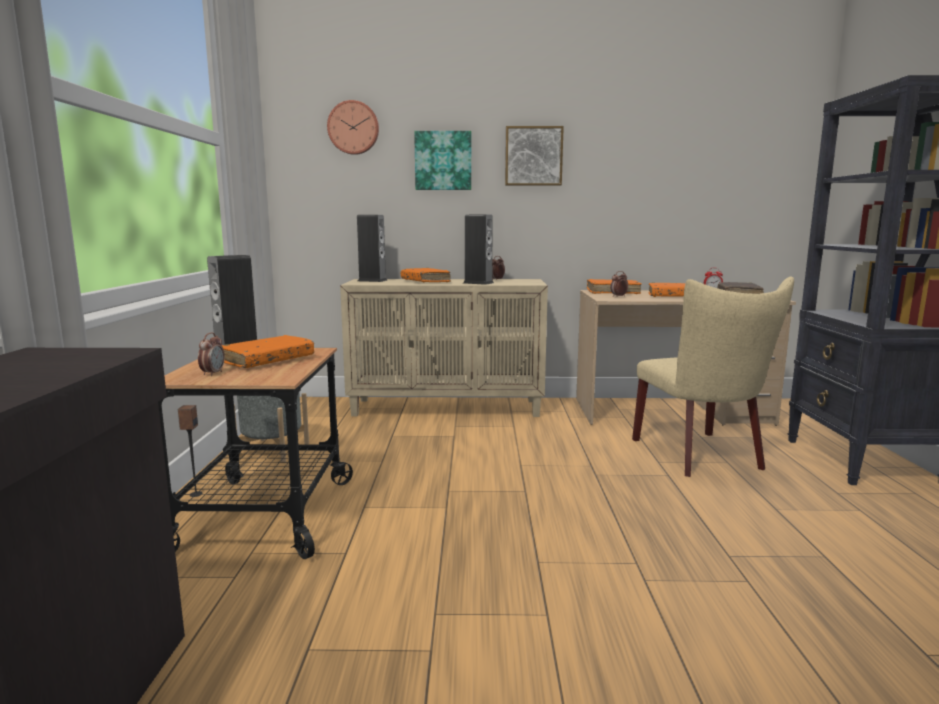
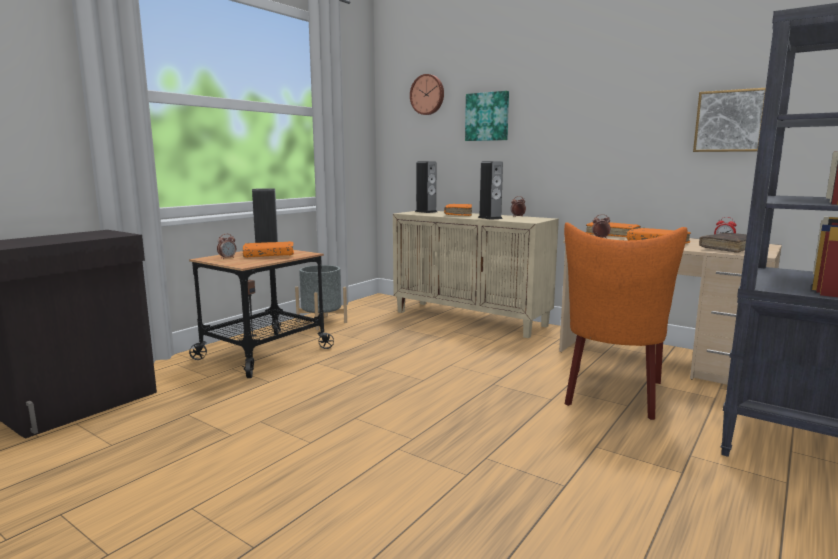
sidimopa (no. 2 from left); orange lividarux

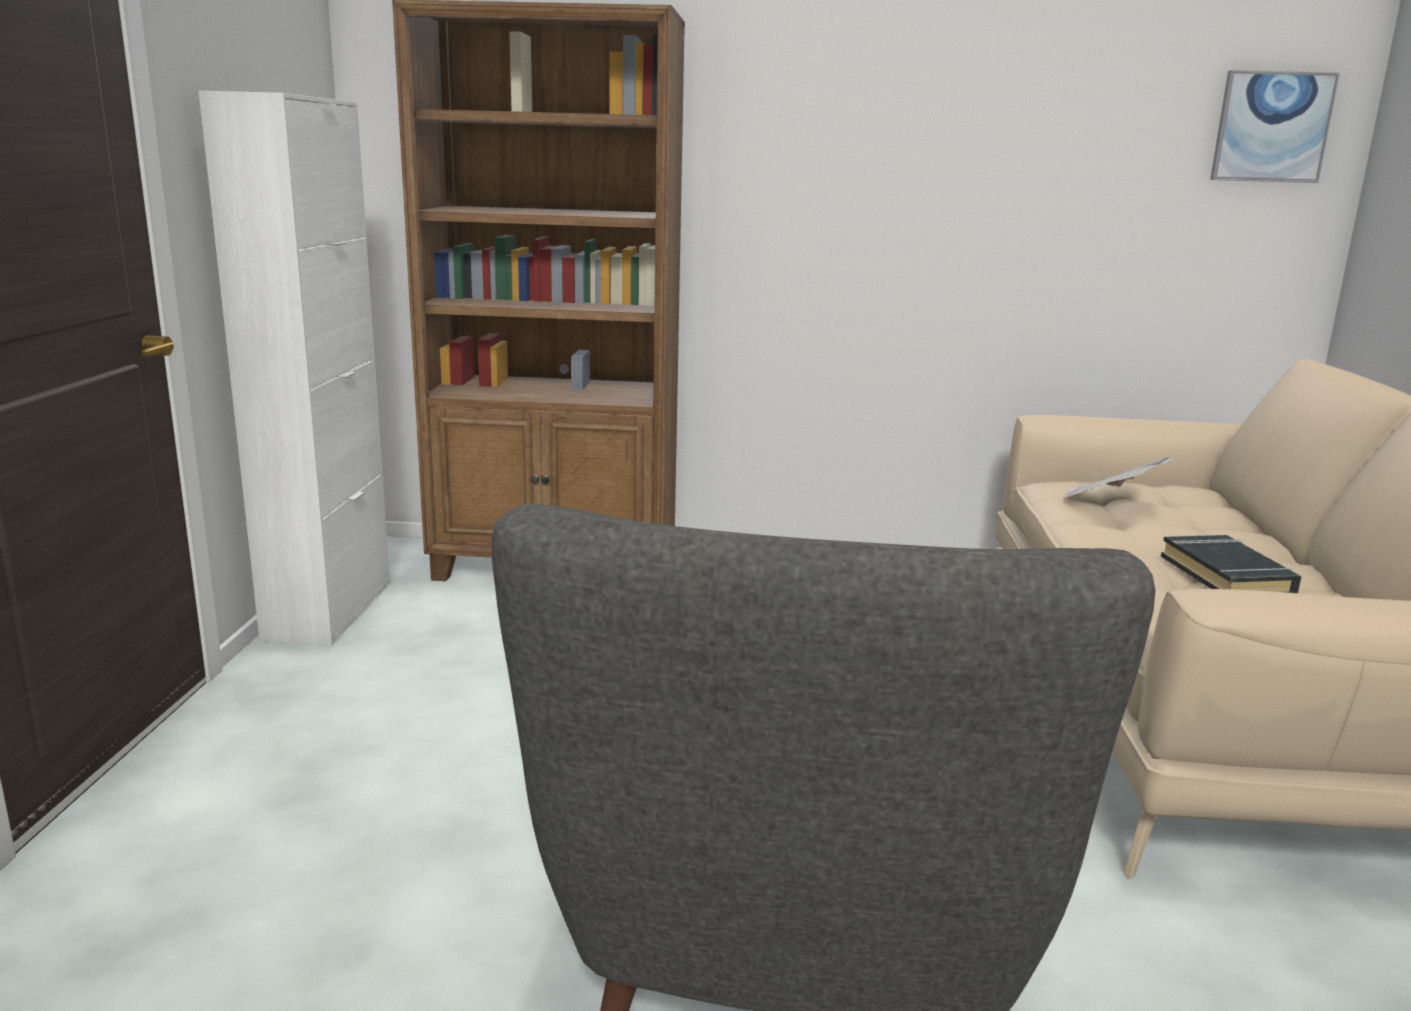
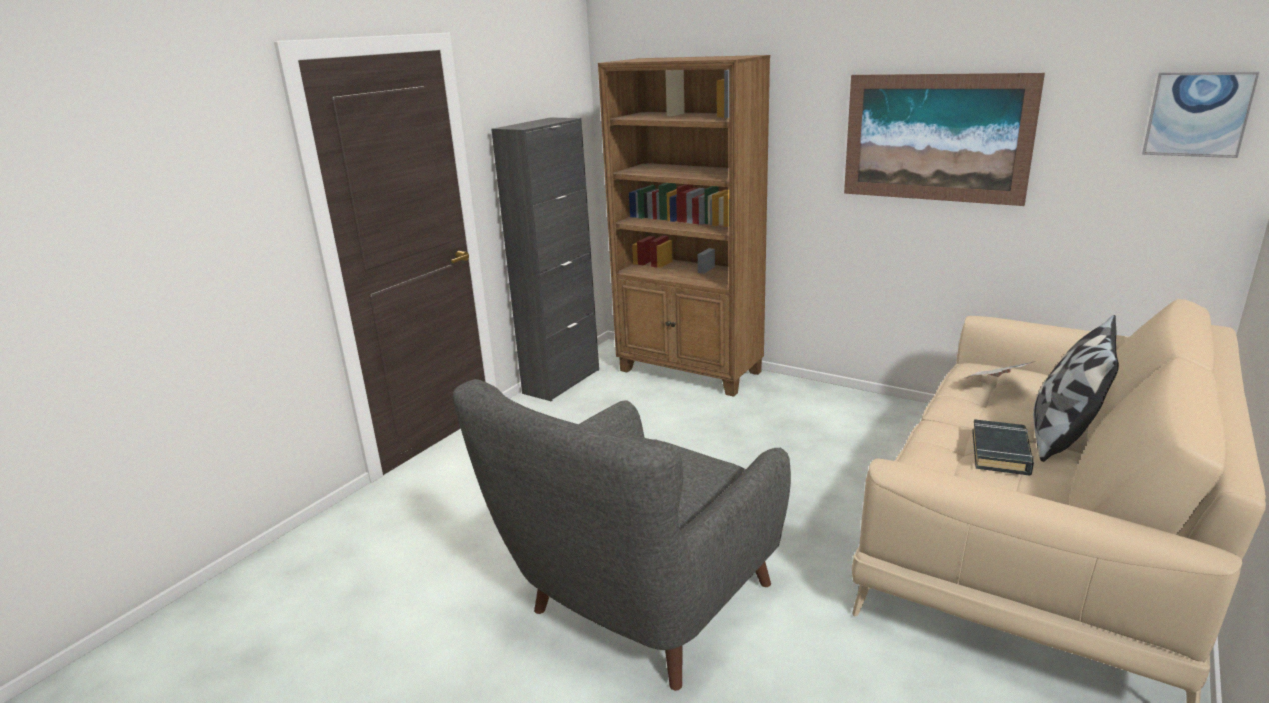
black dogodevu; sidimopa (no. 1 from left); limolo

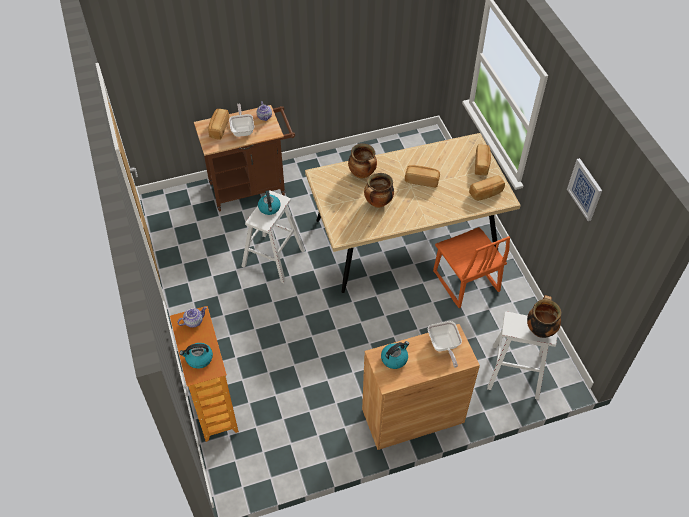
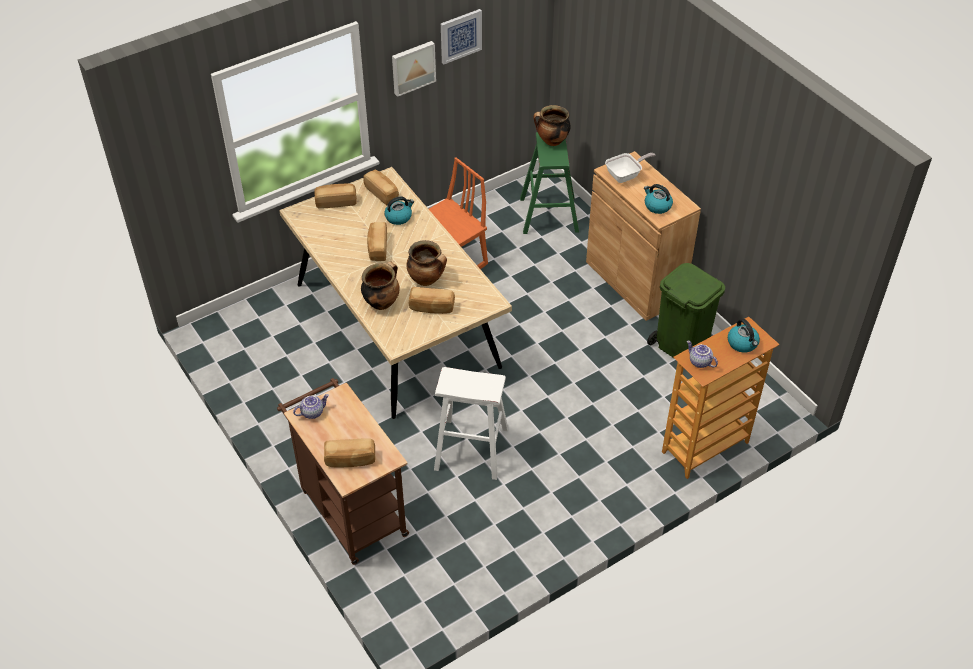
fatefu (no. 1 from left in the first image); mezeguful (no. 1 from left); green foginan; sidimopa (no. 1 from left); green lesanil; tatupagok (no. 5 from left)

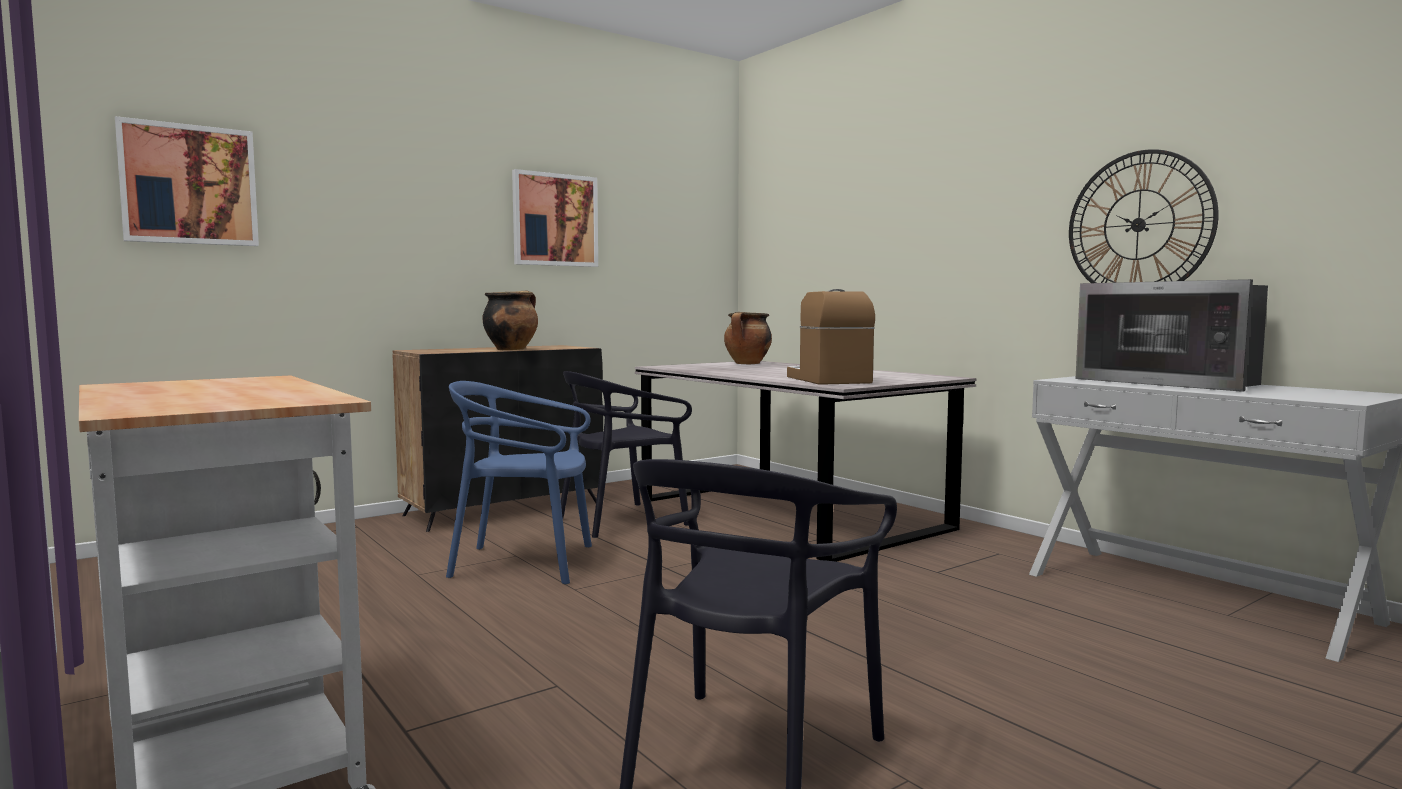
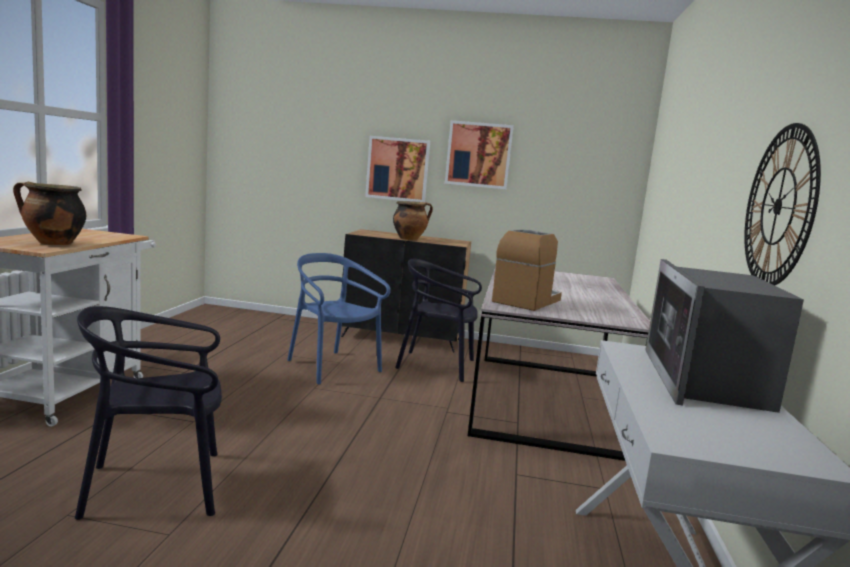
sidimopa (no. 1 from left); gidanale (no. 1 from left)

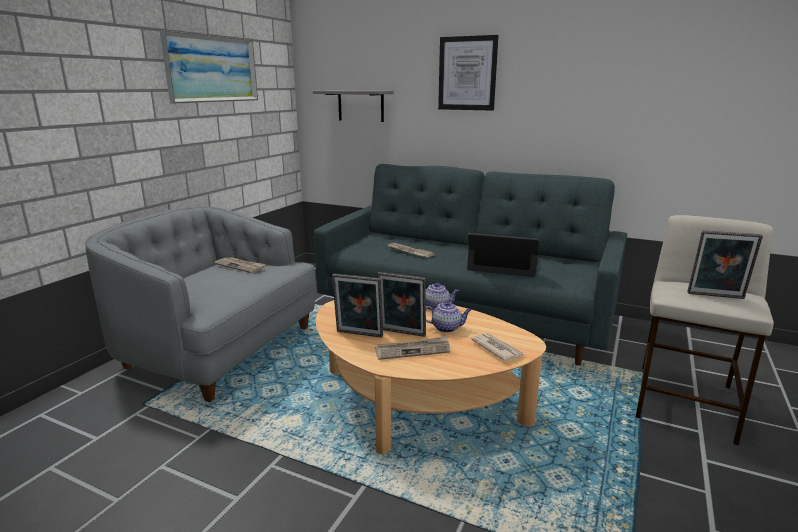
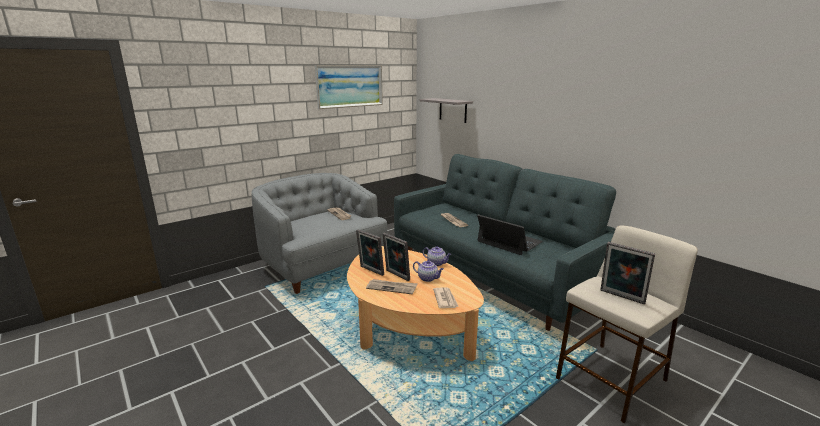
sidimopa (no. 2 from left in the first image)

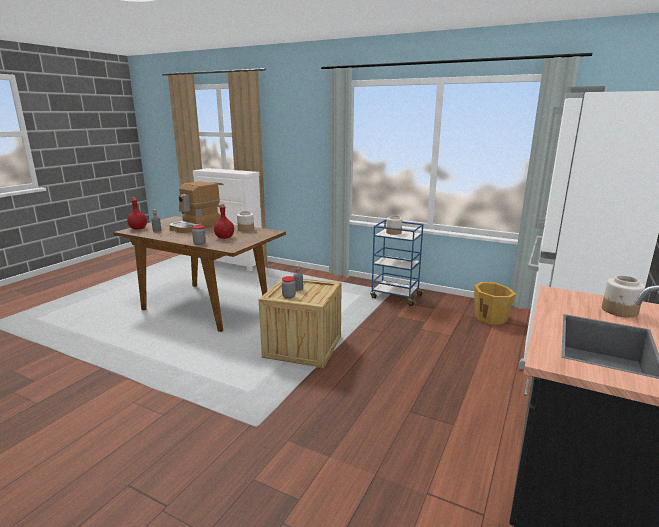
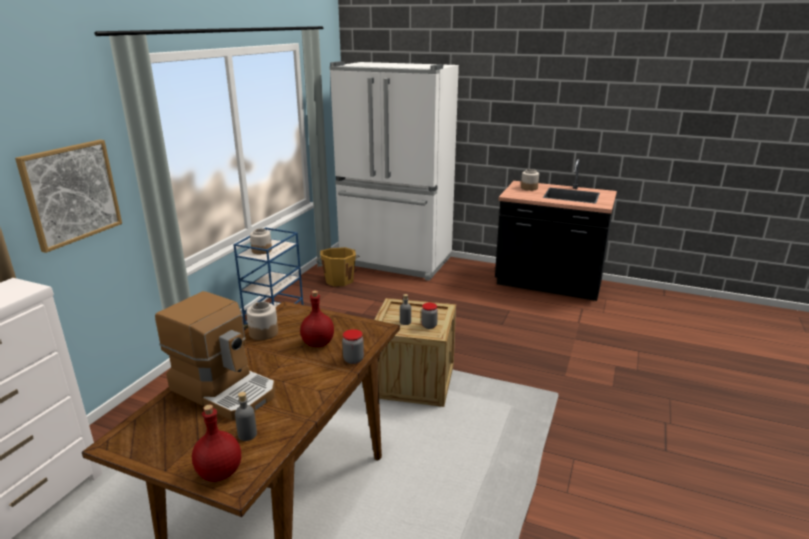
sidimopa

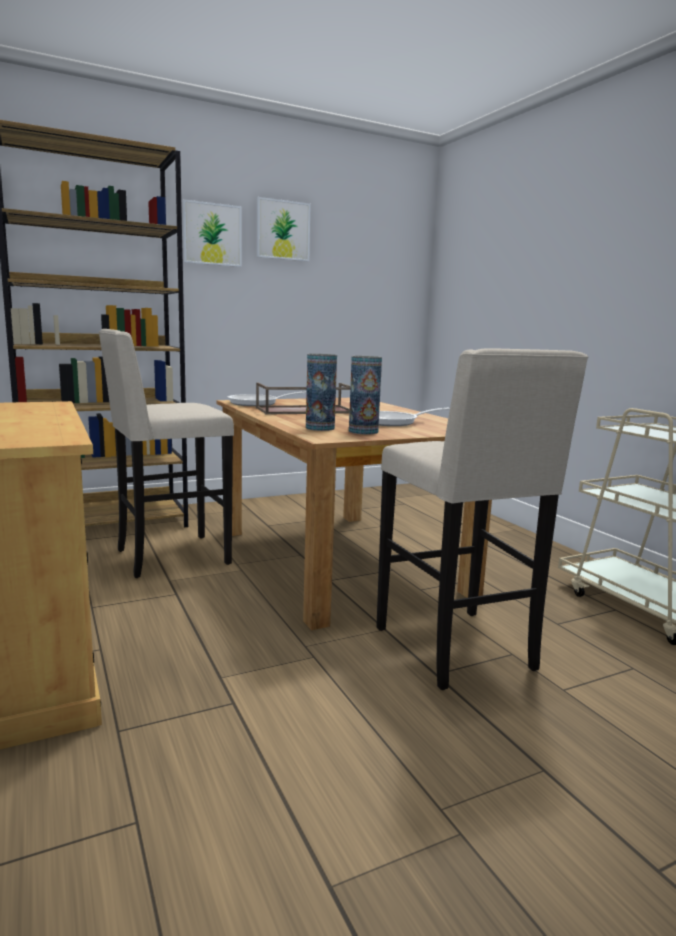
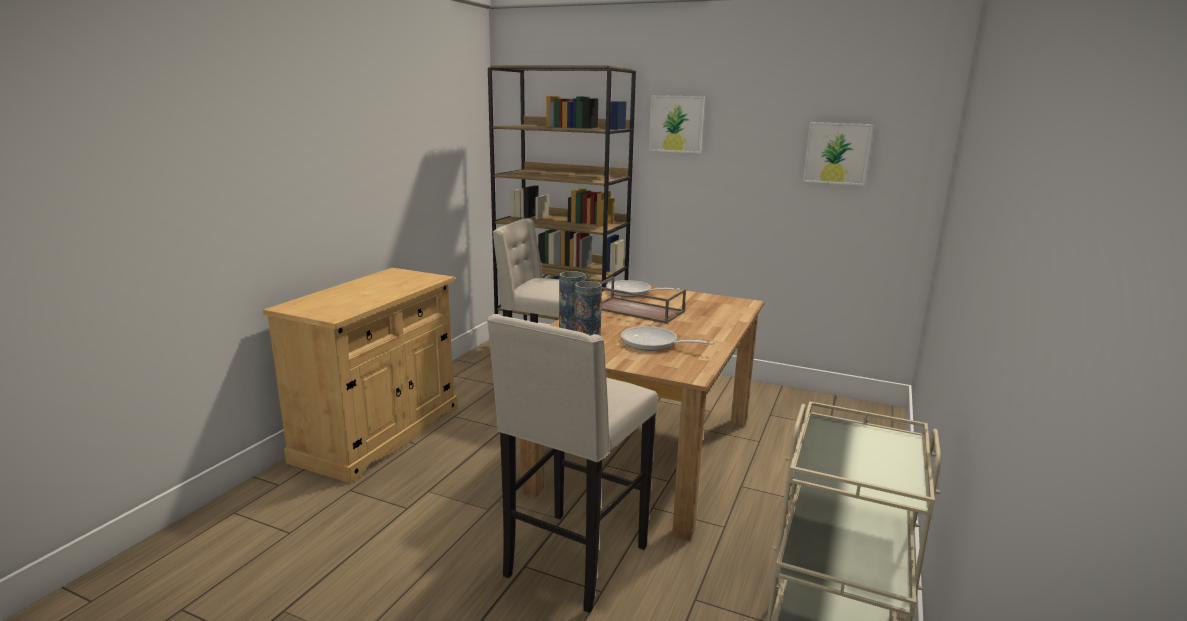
sidimopa (no. 2 from left)

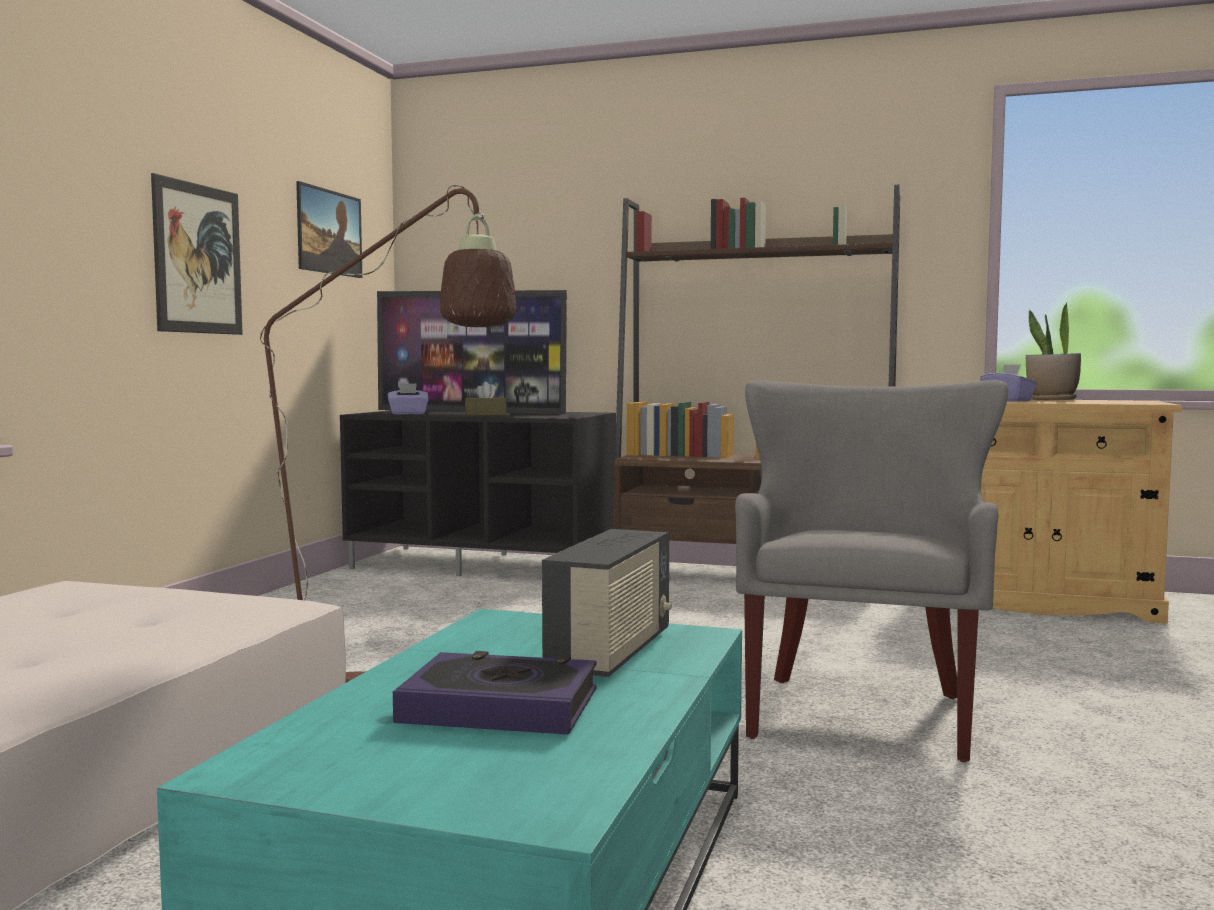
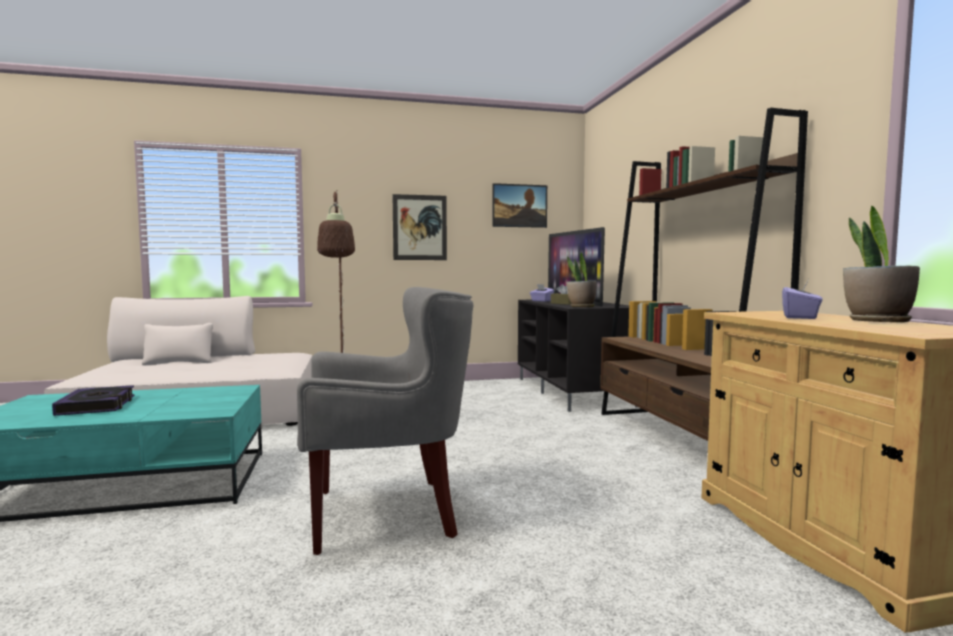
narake; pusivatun (no. 1 from left)

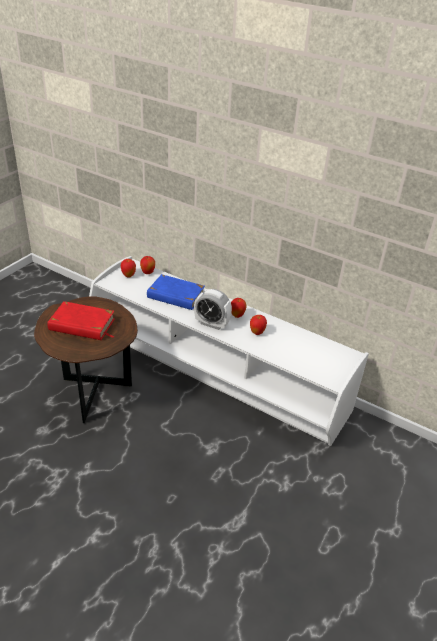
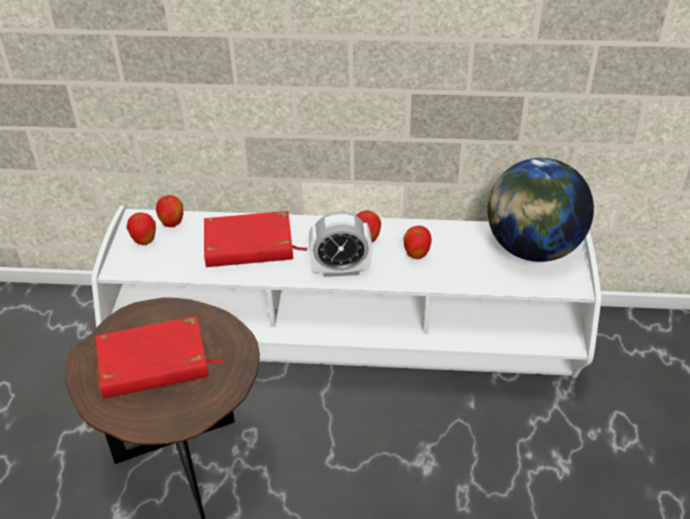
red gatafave (no. 2 from left); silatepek

